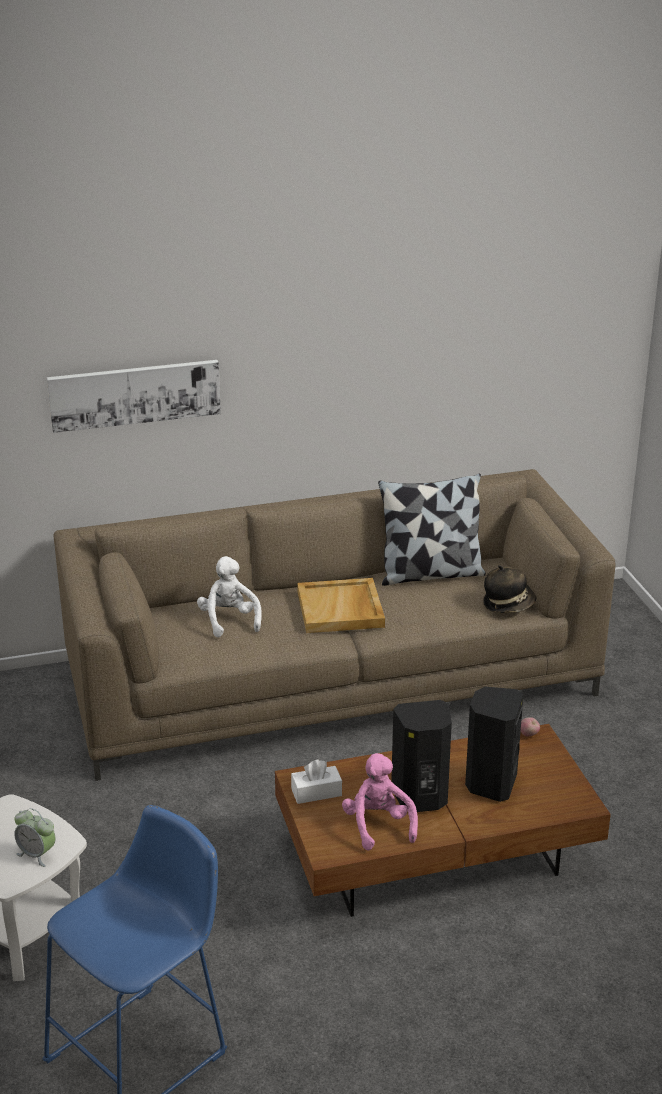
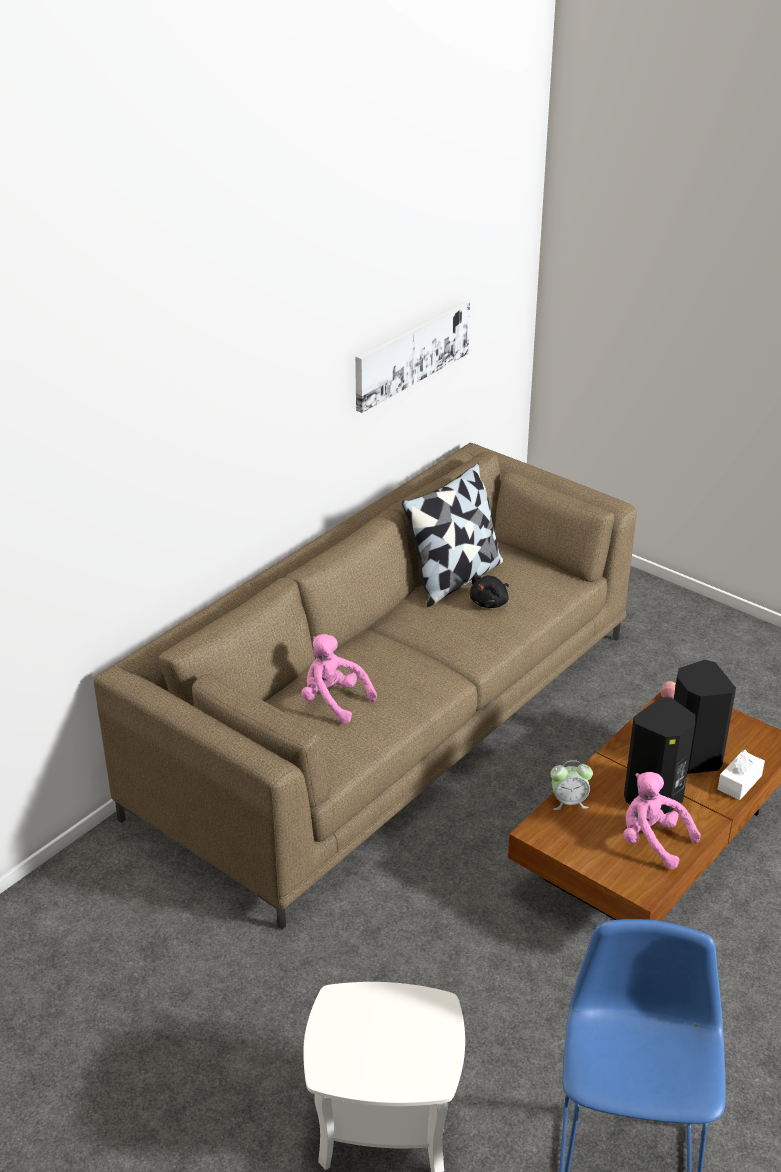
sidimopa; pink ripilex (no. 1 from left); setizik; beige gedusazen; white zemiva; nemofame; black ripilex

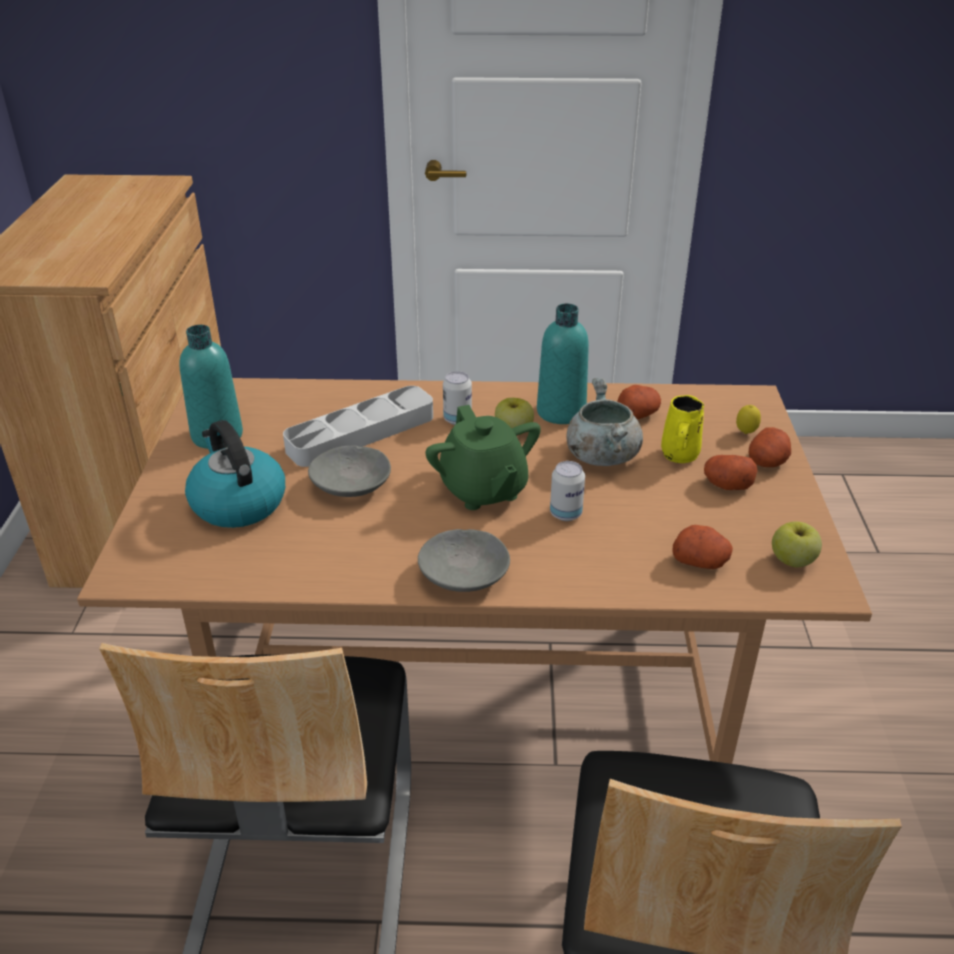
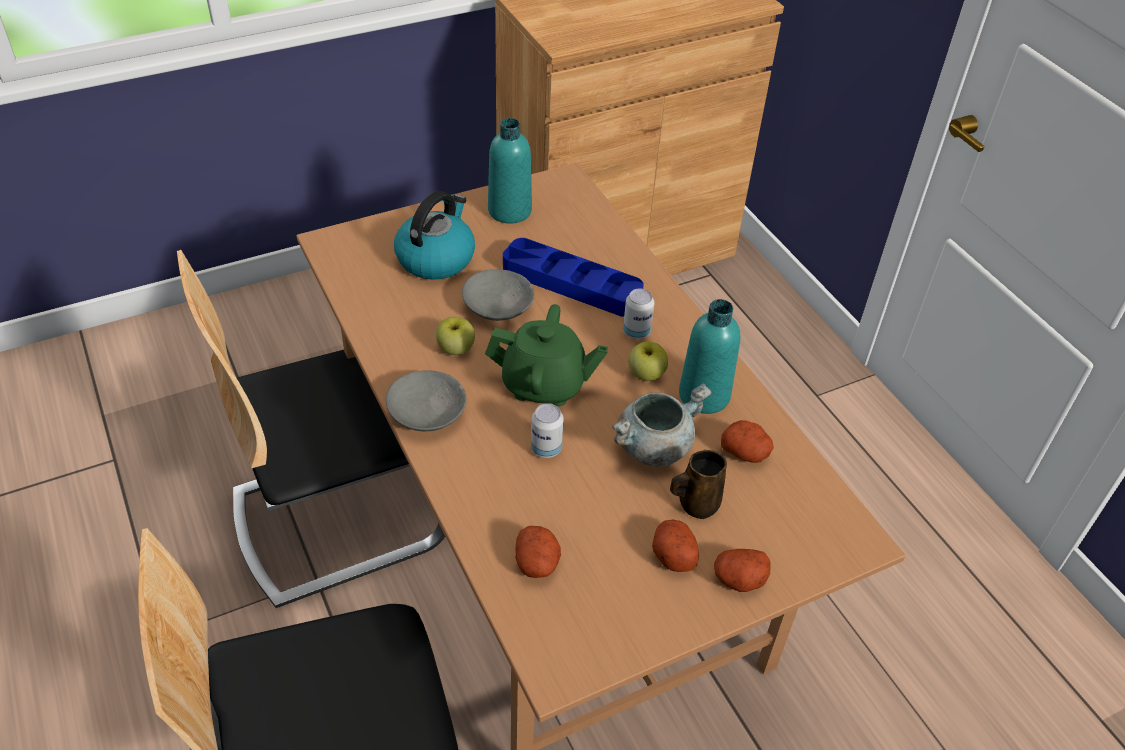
blue gedusazen; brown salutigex; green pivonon; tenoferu; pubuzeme (no. 1 from left)

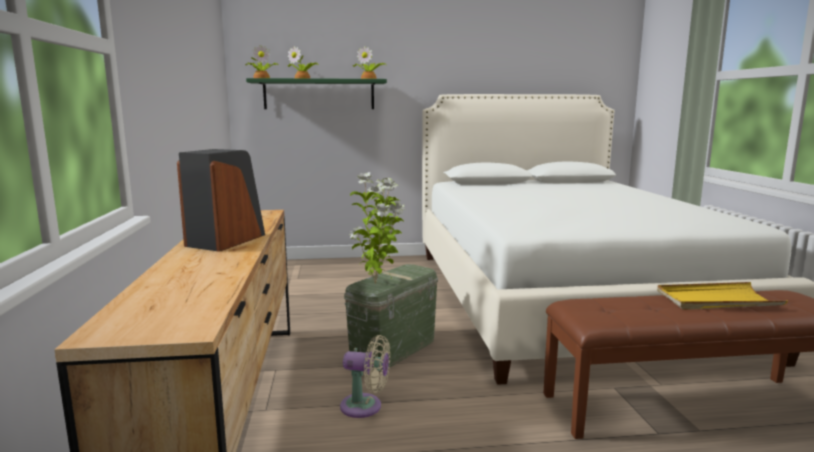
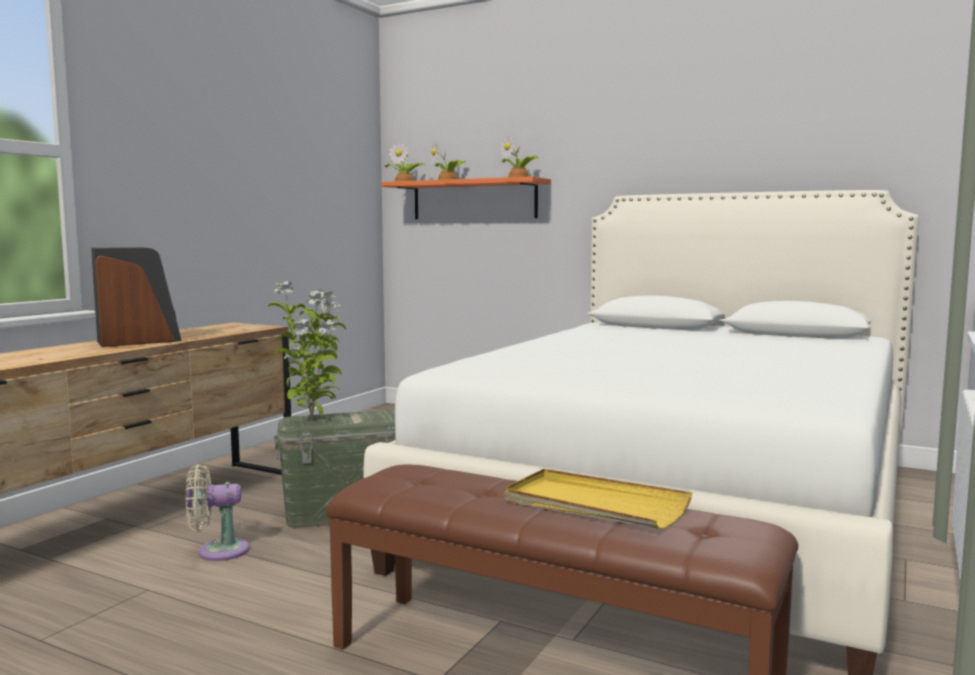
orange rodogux; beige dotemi

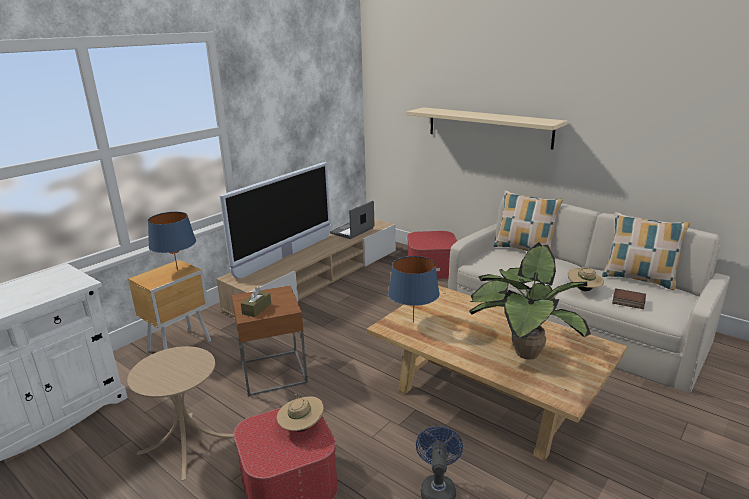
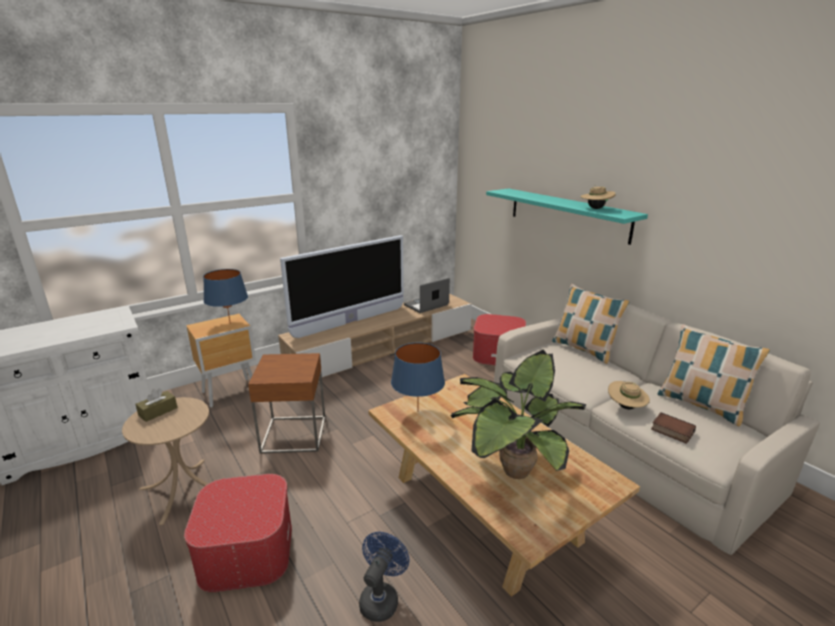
turquoise rodogux; brown zemiva; beige setizik (no. 1 from left)

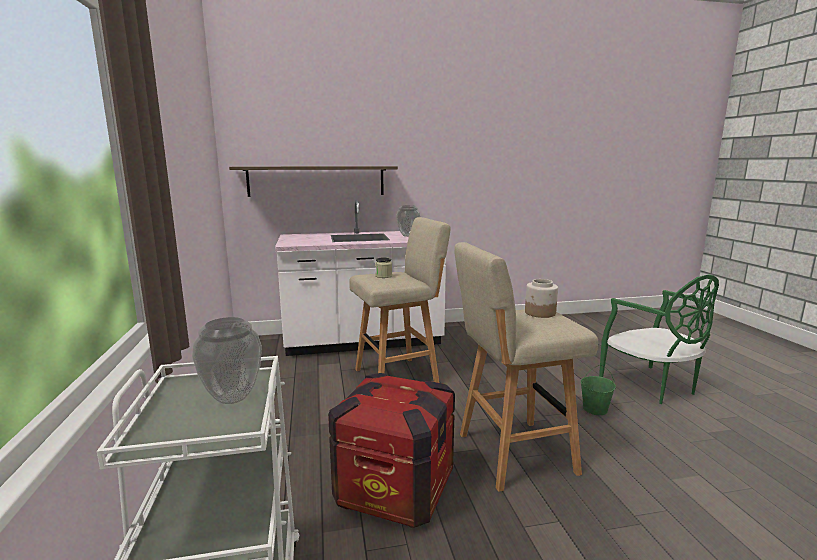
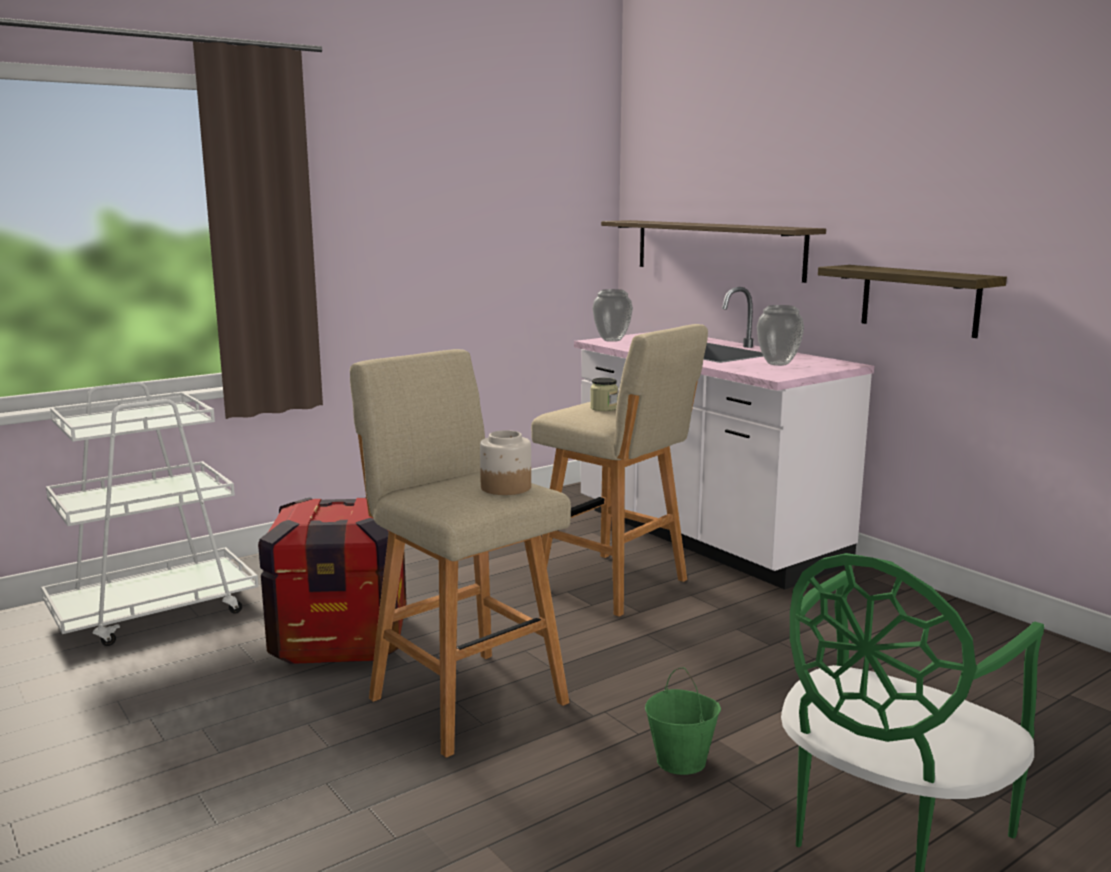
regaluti (no. 1 from left); rodogux (no. 2 from left)

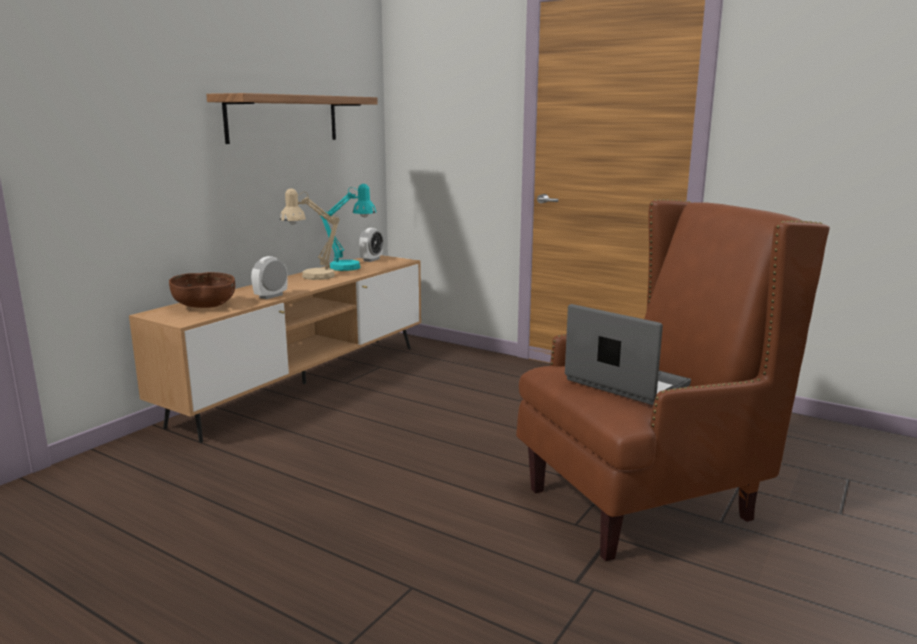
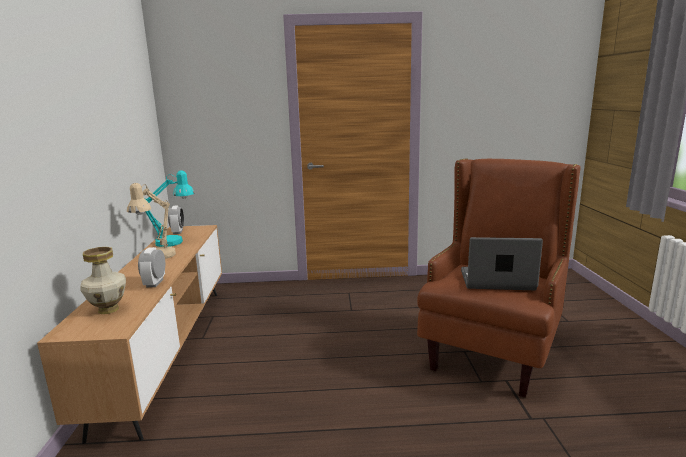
rodogux; regaluti

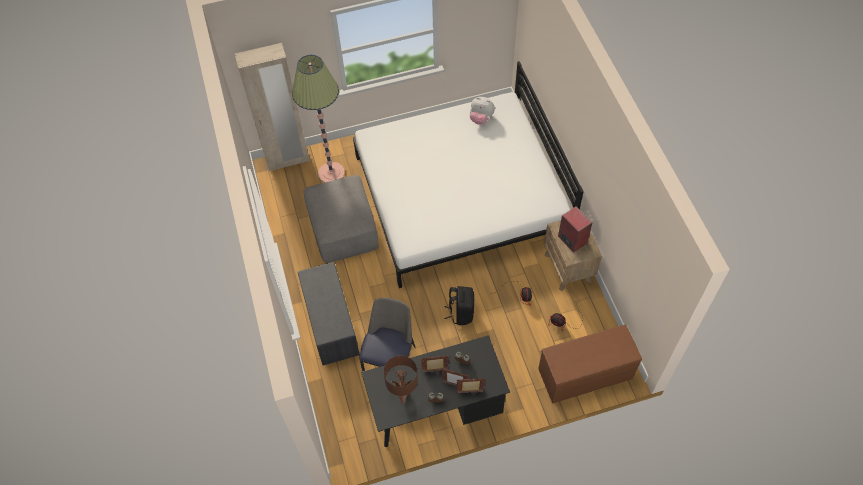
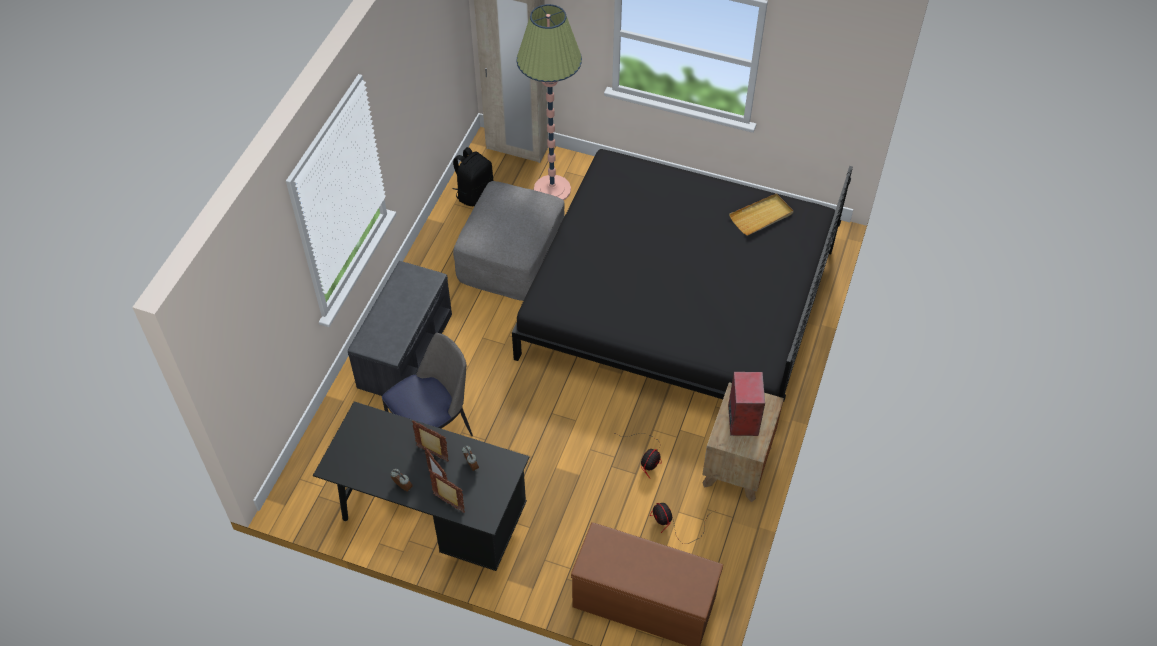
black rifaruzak; beige gedusazen; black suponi; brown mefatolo

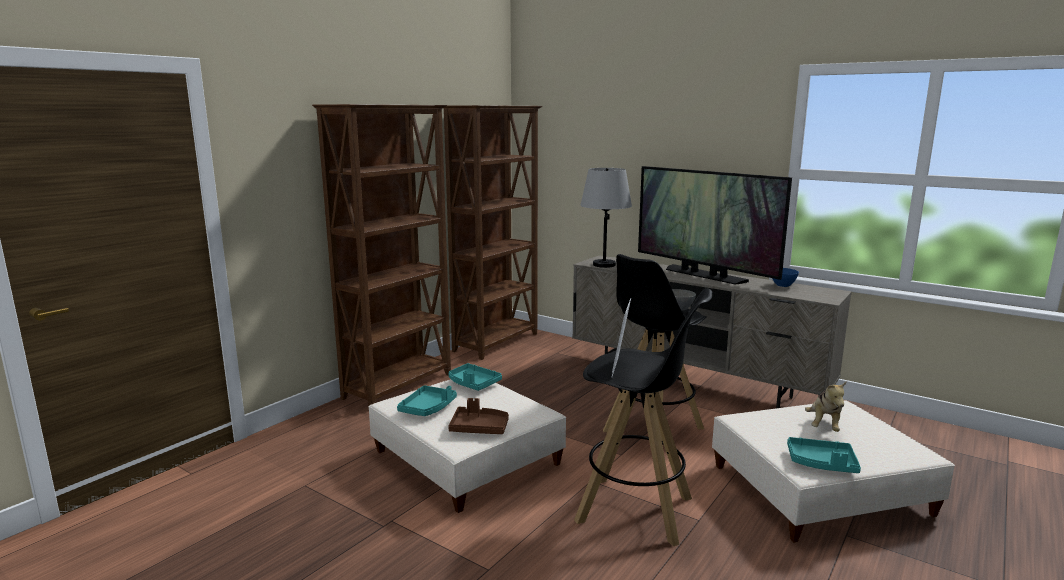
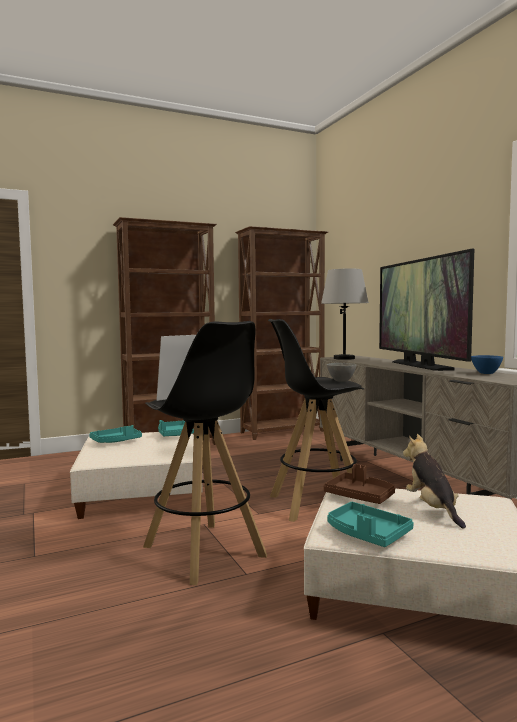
ripilex; brown gedusazen

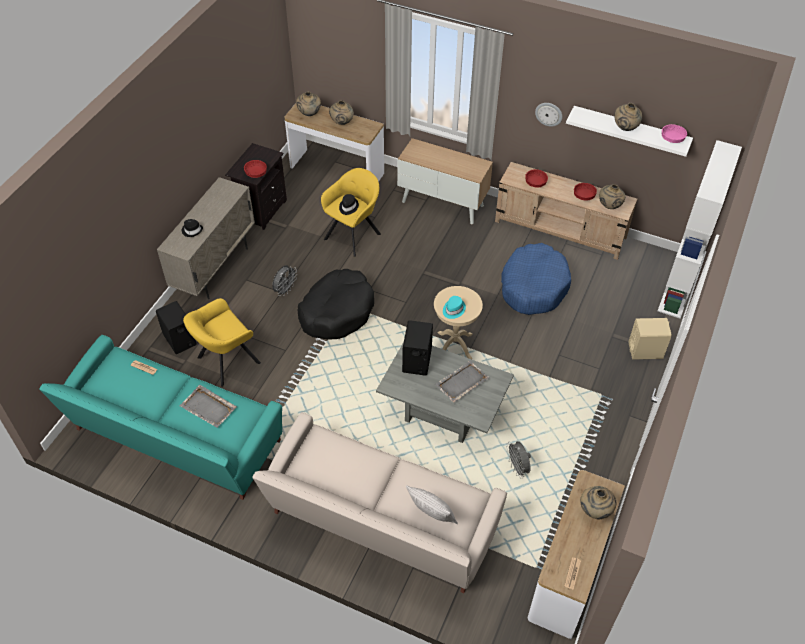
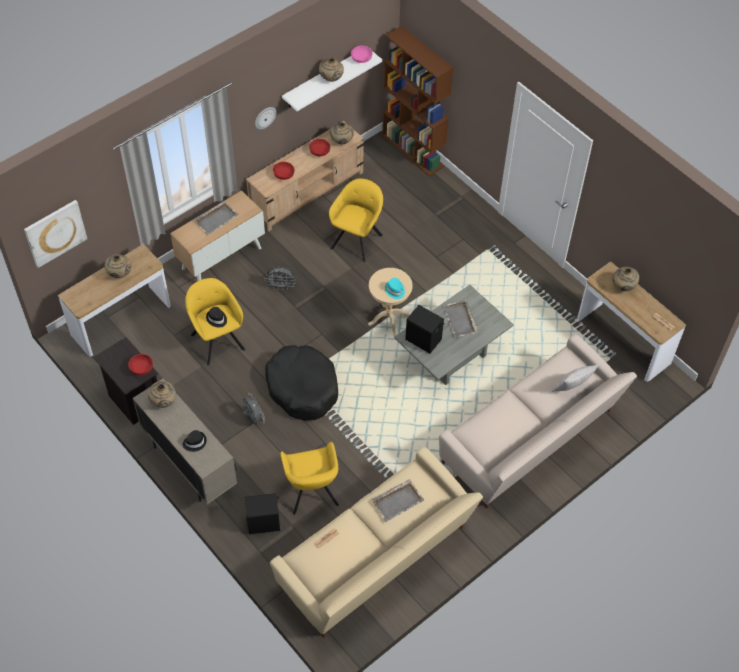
beige regaluti (no. 2 from left); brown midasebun; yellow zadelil (no. 3 from left); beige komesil; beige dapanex (no. 1 from left); grey dotemi (no. 2 from left); sidimopa; grey gedusazen (no. 1 from left)

